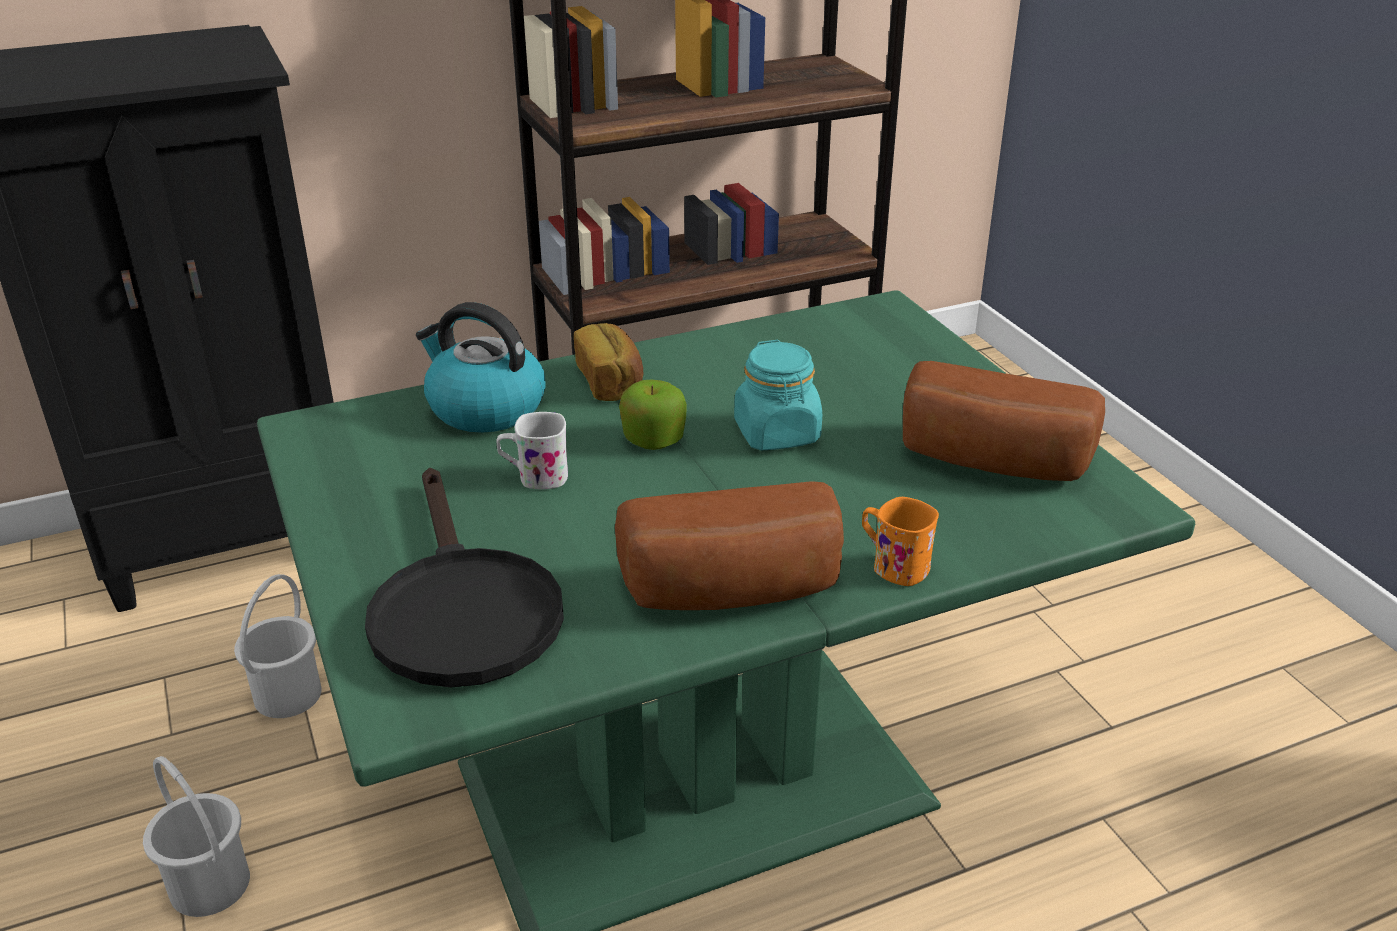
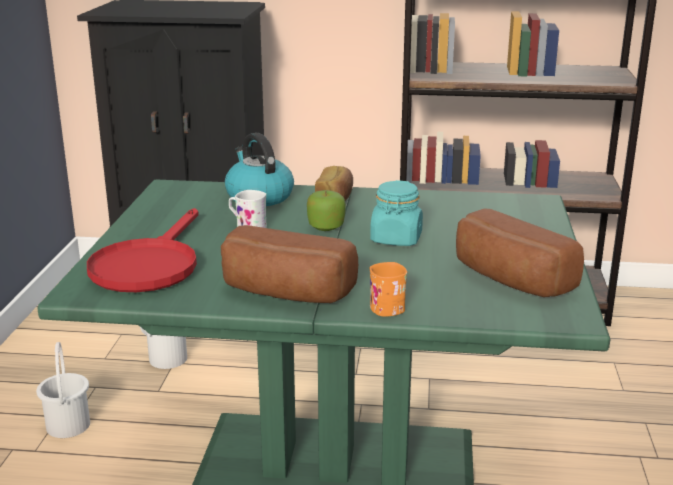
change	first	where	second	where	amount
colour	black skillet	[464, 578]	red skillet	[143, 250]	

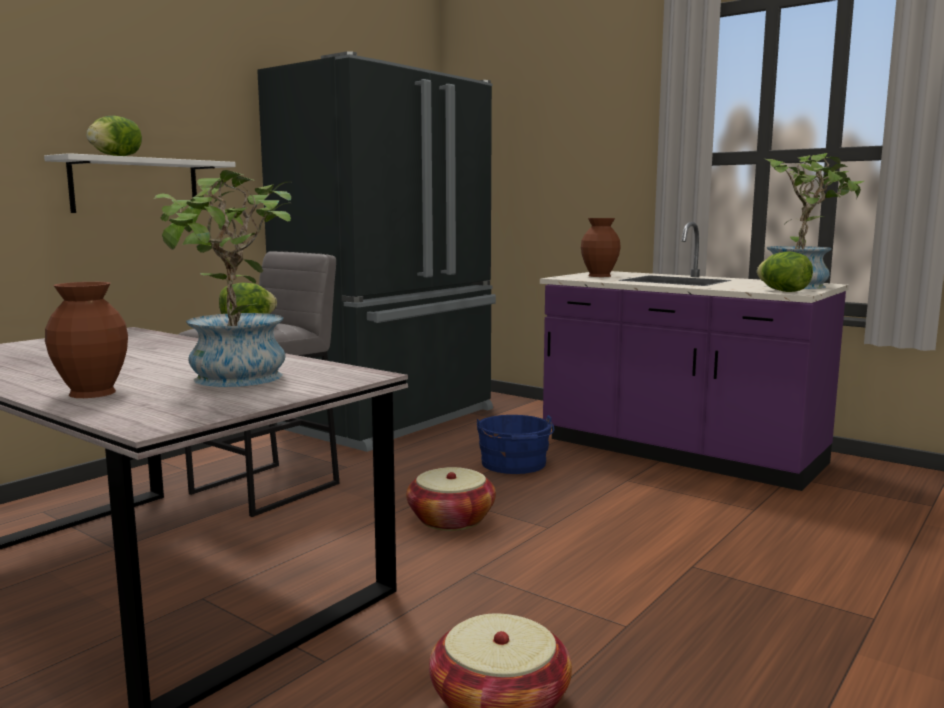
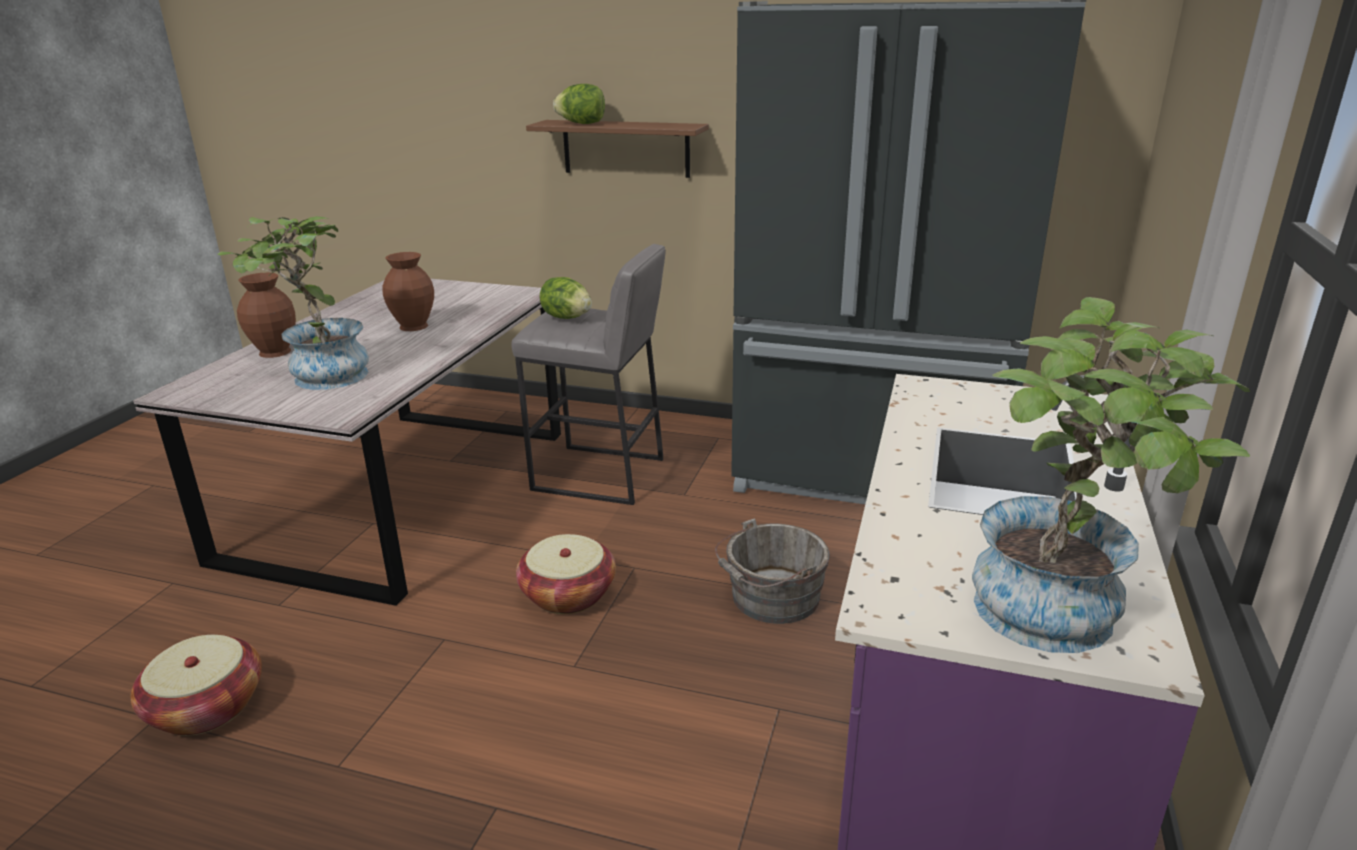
change	first	where	second	where	amount
colour	whitish bracket shelf	[140, 183]	brownish bracket shelf	[617, 149]	
colour	bluish pail	[515, 444]	gray pail	[772, 571]	
relocated	brownish flower vase	[601, 247]		[408, 291]	
missing	lettuce	[785, 272]			

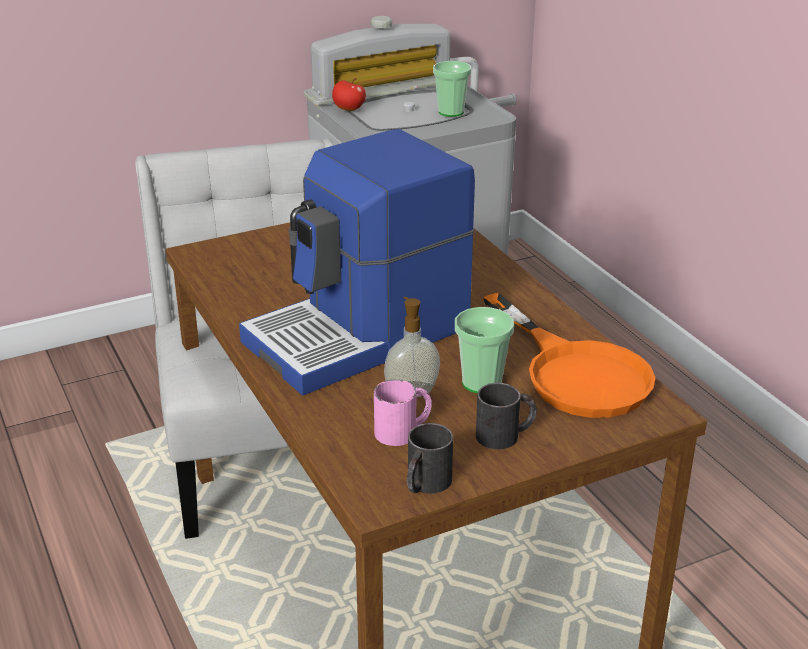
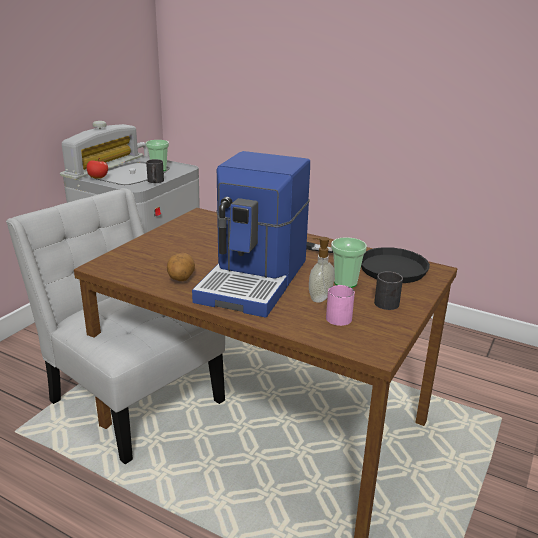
change	first	where	second	where	amount
relocated	black coffee mug	[430, 458]		[155, 171]	
colour	orange-coloured skillet	[569, 355]	black skillet	[368, 262]	
appeared			whole potato	[181, 267]	

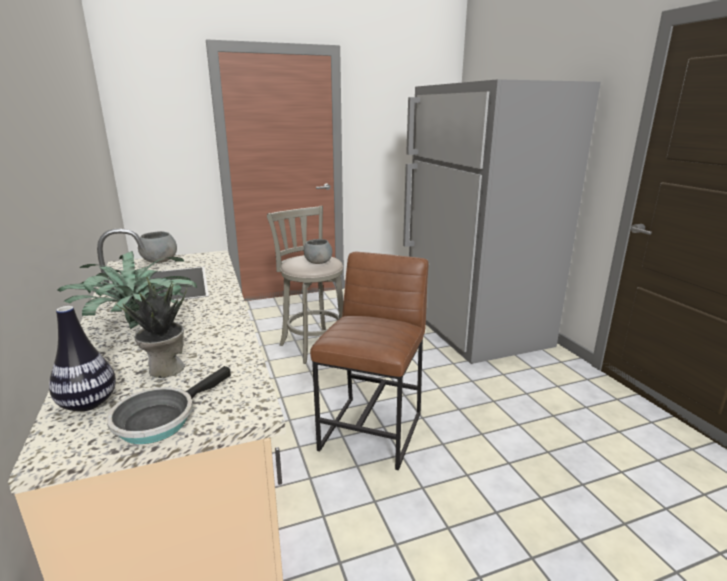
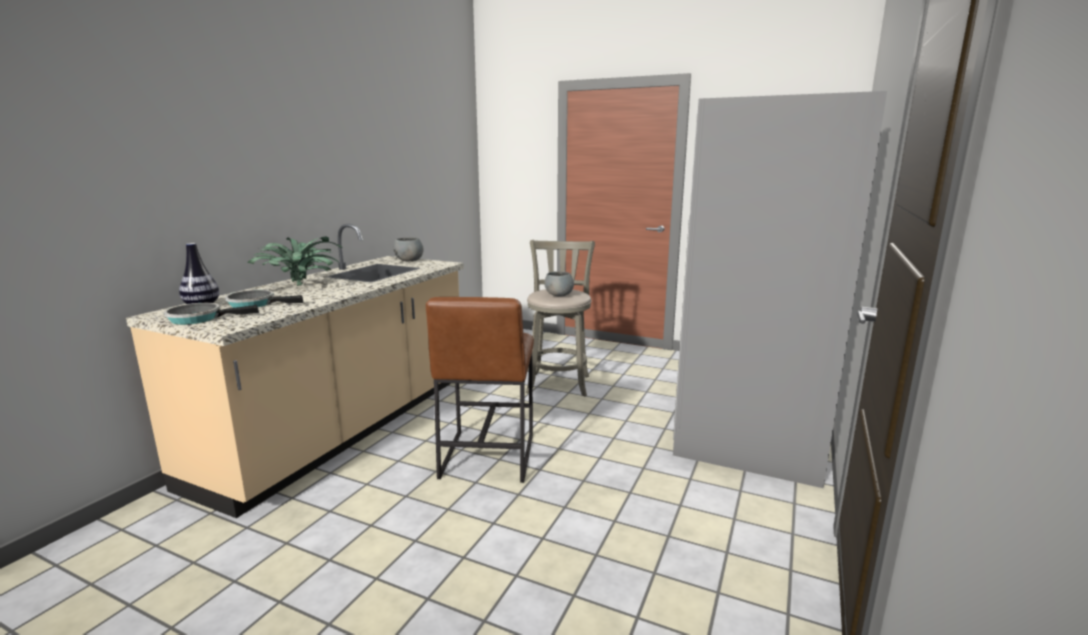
change	first	where	second	where	amount
exchanged	potted plant	[151, 327]	skillet	[264, 299]	
spun	brownish plain chair	[369, 361]		[480, 390]	120 degrees clockwise

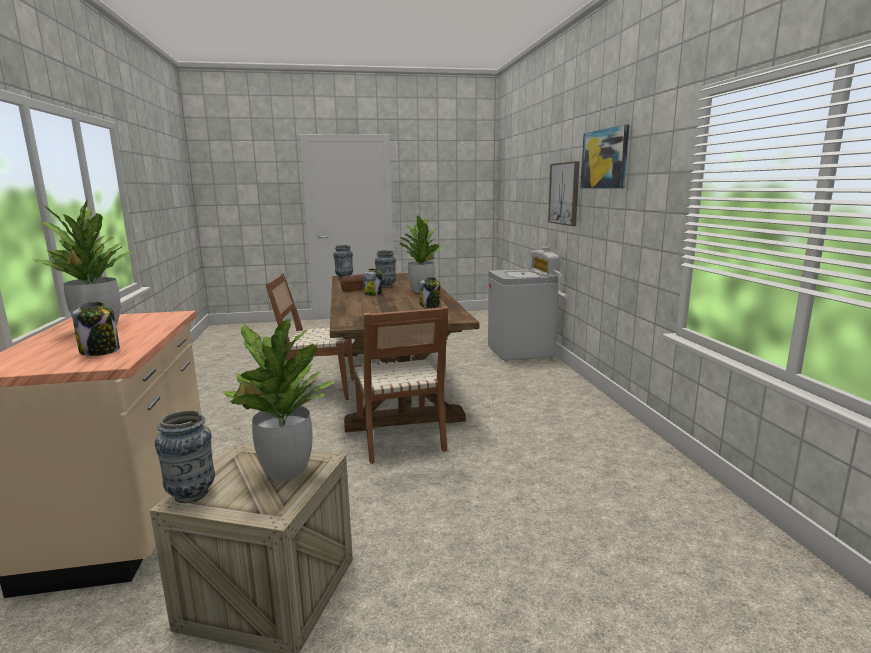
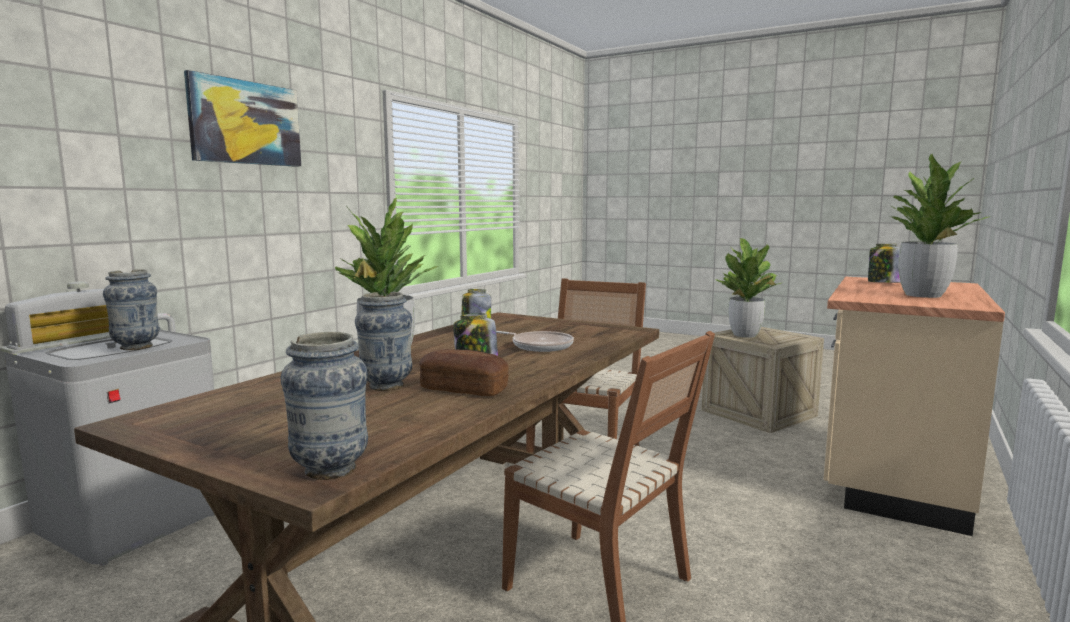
change	first	where	second	where	amount
relocated	flower vase	[185, 456]		[131, 309]	
missing	wall picture	[564, 193]			
appeared			skillet	[535, 341]	

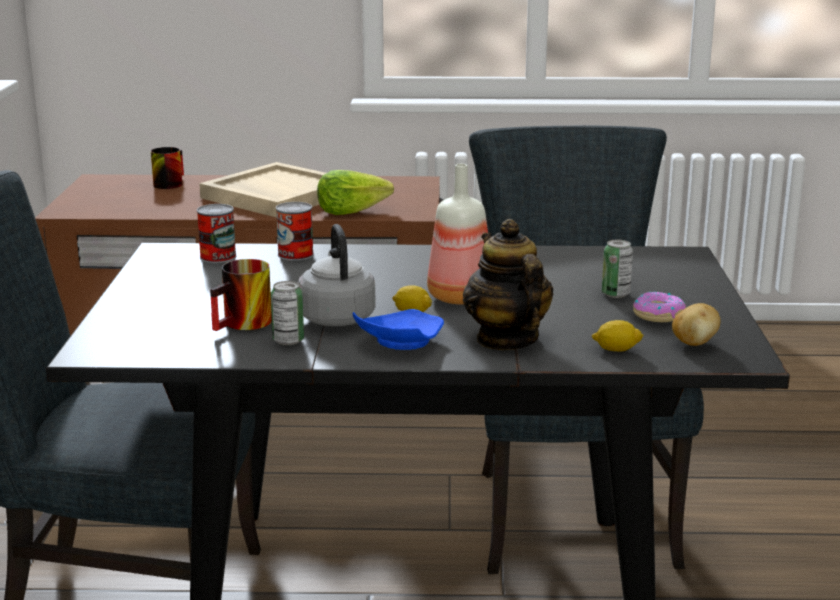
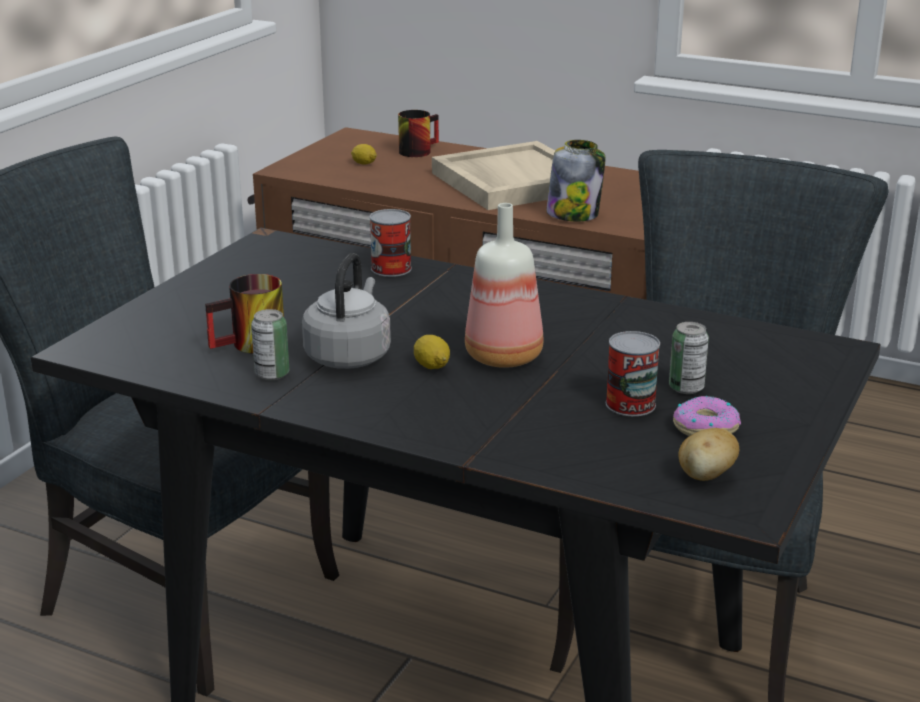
change	first	where	second	where	amount
relocated	metal can	[216, 233]		[633, 373]	
exchanged	lettuce	[355, 192]	storage jar	[576, 181]	
missing	bluish dinner plate	[398, 329]			
missing	tea pot	[508, 284]			
relocated	whole lemon	[618, 335]		[364, 154]	

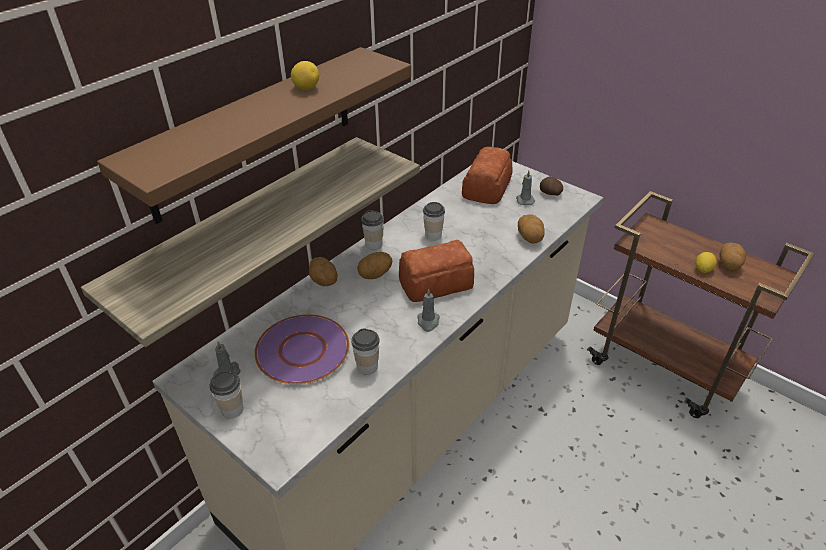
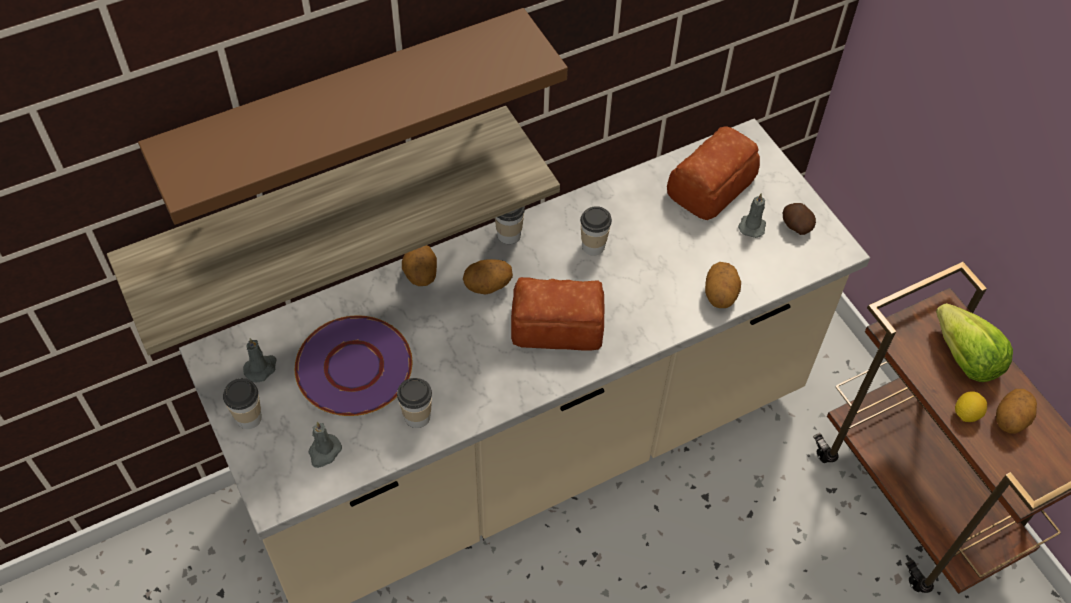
change	first	where	second	where	amount
missing	whole lemon	[305, 75]			
relocated	gray wax light	[428, 310]		[325, 445]	
appeared			lettuce	[974, 342]	

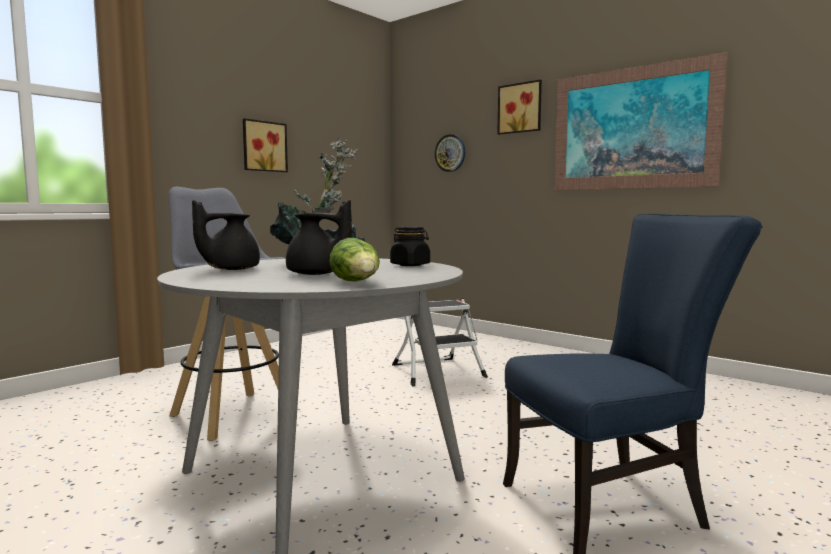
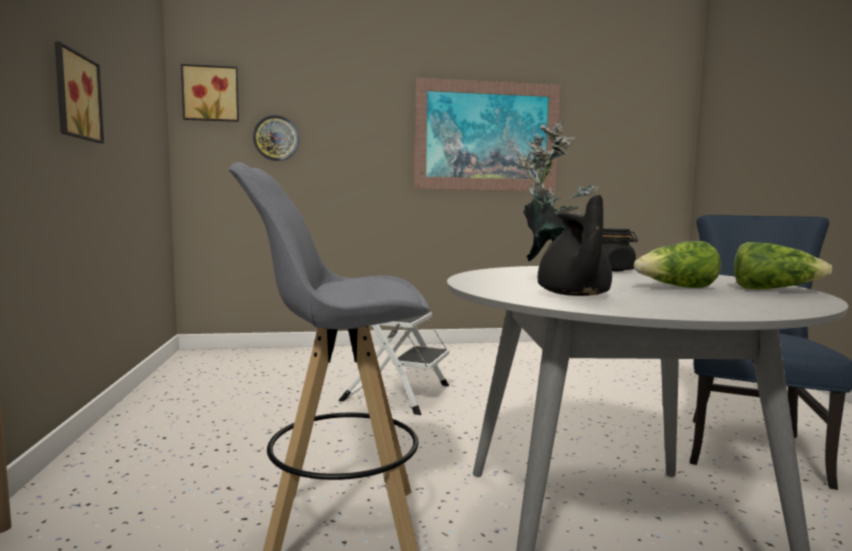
change	first	where	second	where	amount
exchanged	black tea pot	[319, 237]	lettuce	[677, 264]	
relocated	wall picture	[519, 107]		[210, 93]	

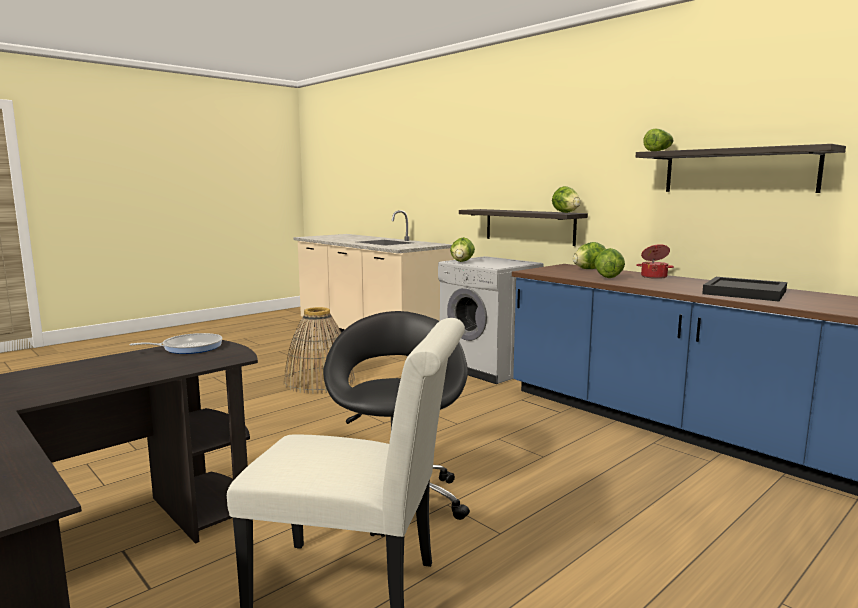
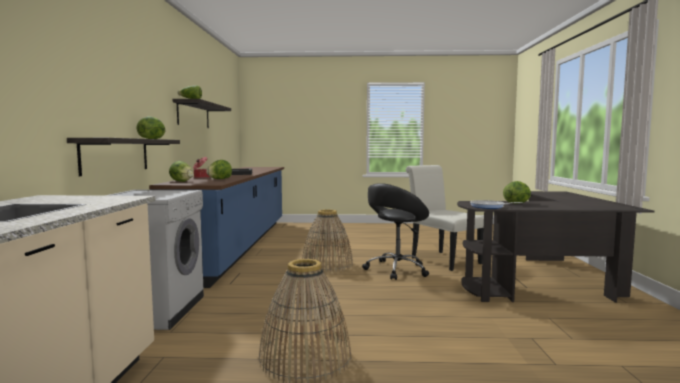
change	first	where	second	where	amount
relocated	lettuce	[462, 249]		[517, 192]	
appeared			household basket	[327, 240]	

